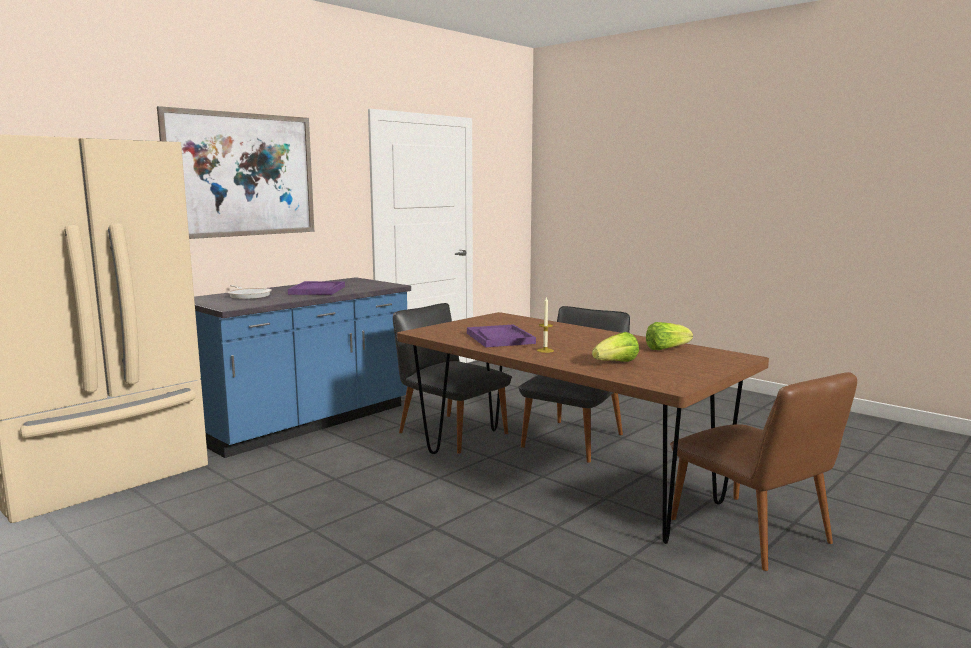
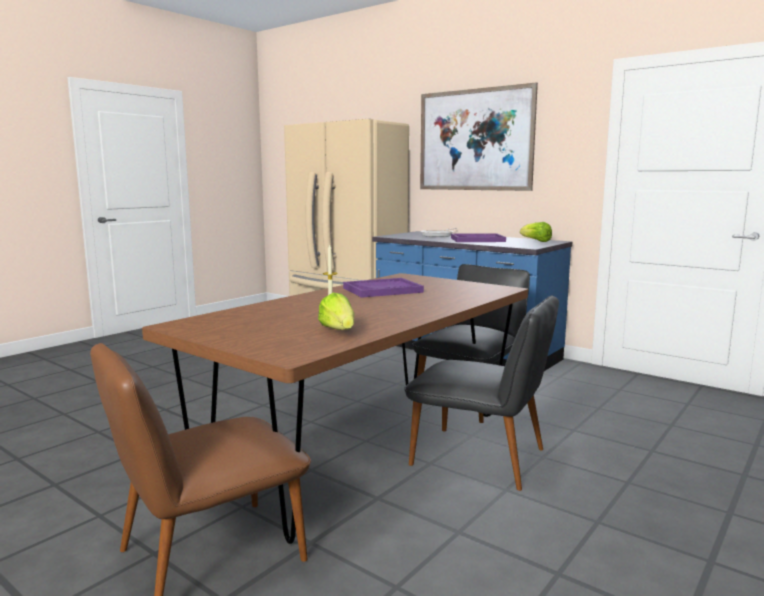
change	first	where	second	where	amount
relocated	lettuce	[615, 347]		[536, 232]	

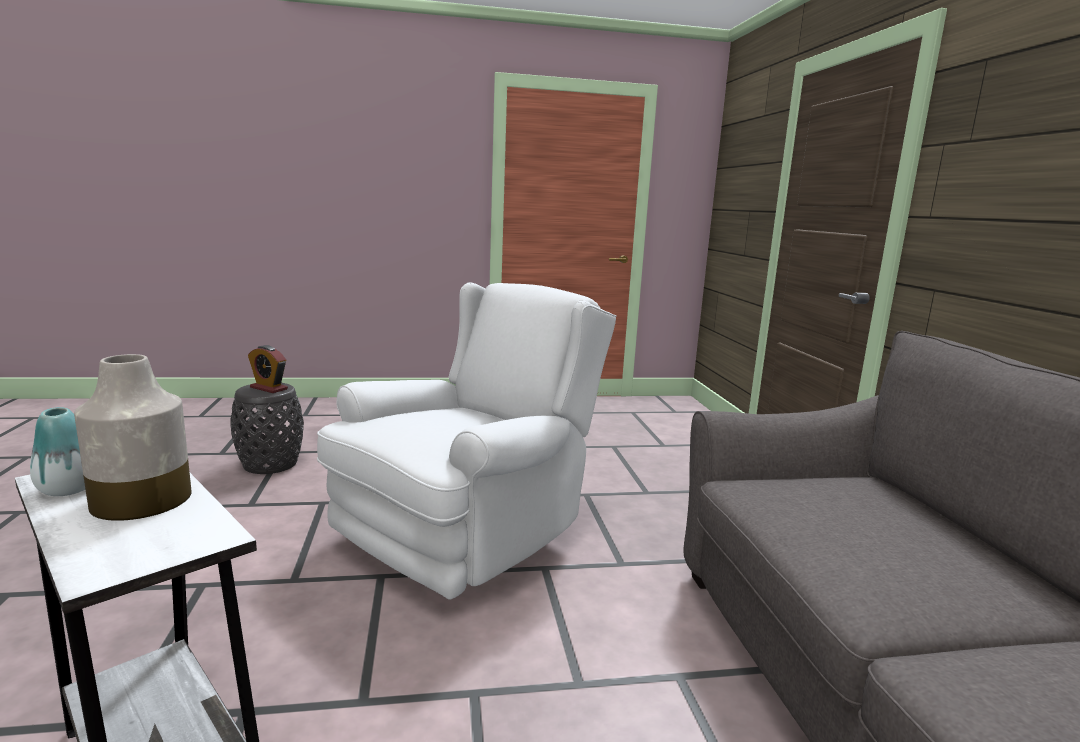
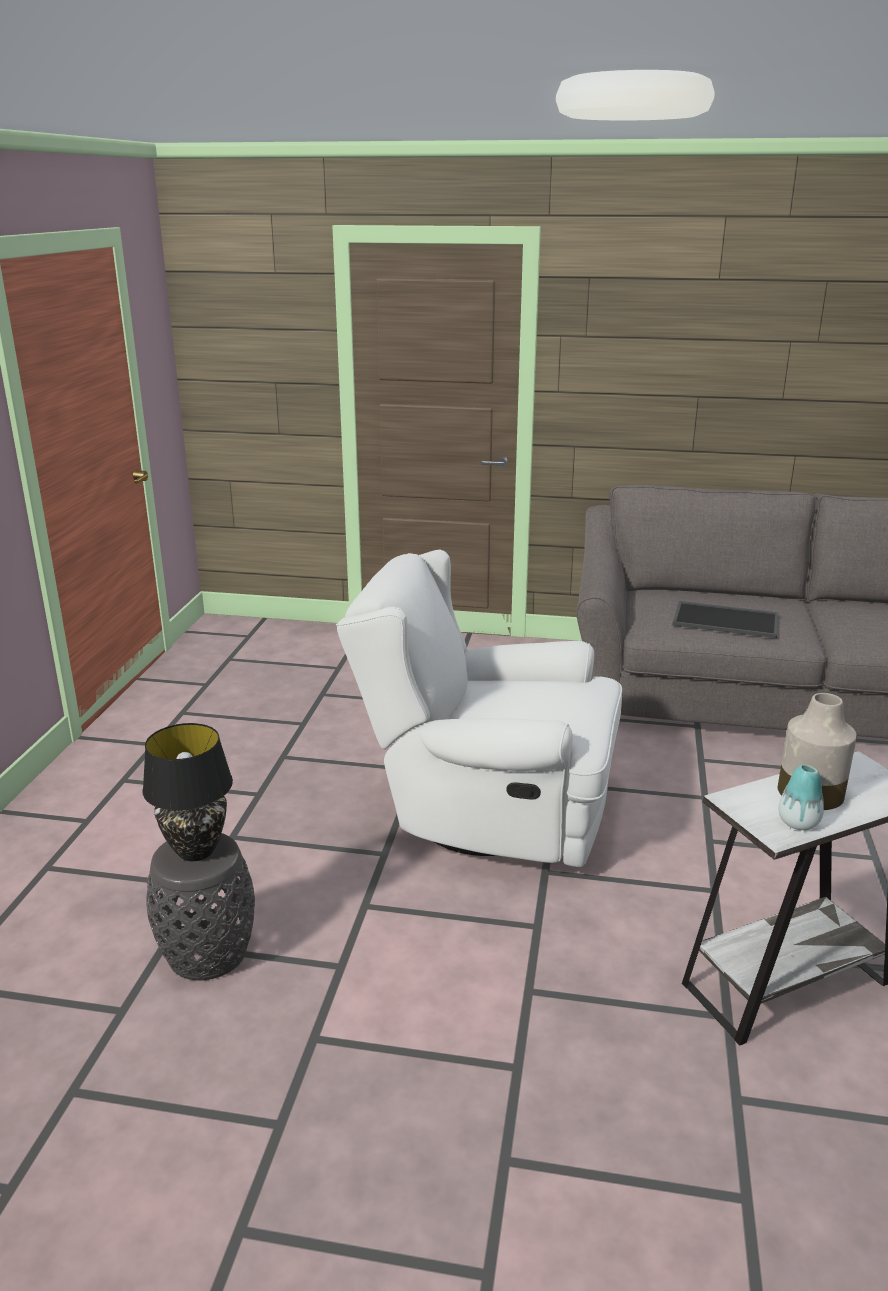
change	first	where	second	where	amount
exchanged	table clock	[268, 369]	black lamp for a table	[188, 792]	
spun	whitish lounge chair	[466, 441]		[479, 708]	45 degrees counterclockwise
appeared			tray	[725, 619]	

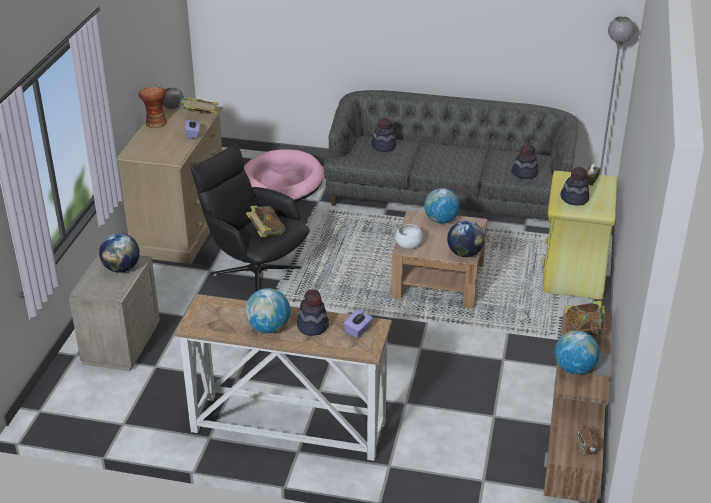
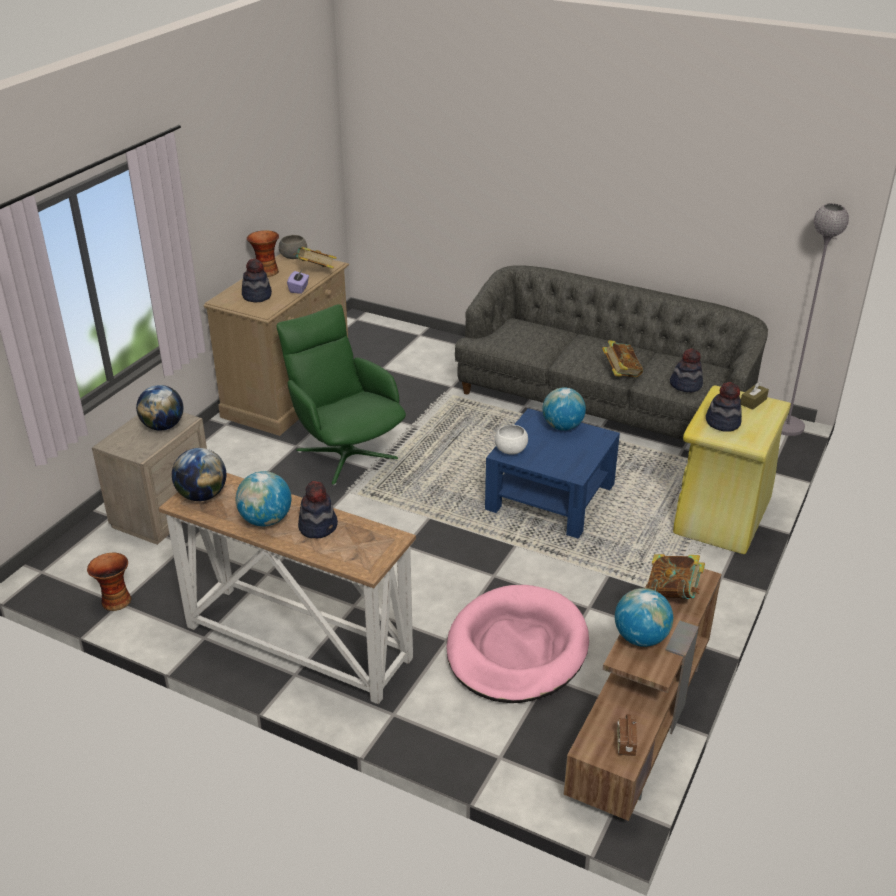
change	first	where	second	where	amount
colour	black lounge chair	[250, 218]	green-coloured lounge chair	[341, 394]	
relocated	pink dog cushion	[284, 176]		[518, 644]	
relocated	volume	[265, 221]		[622, 358]	
missing	purple-coloured box of tissues	[358, 323]			
relocated	hat	[383, 134]		[257, 281]	
colour	brownish coffee table	[439, 259]	bluish coffee table	[552, 473]	
relocated	world globe	[465, 238]		[199, 474]	
appeared			flower vase	[109, 581]	

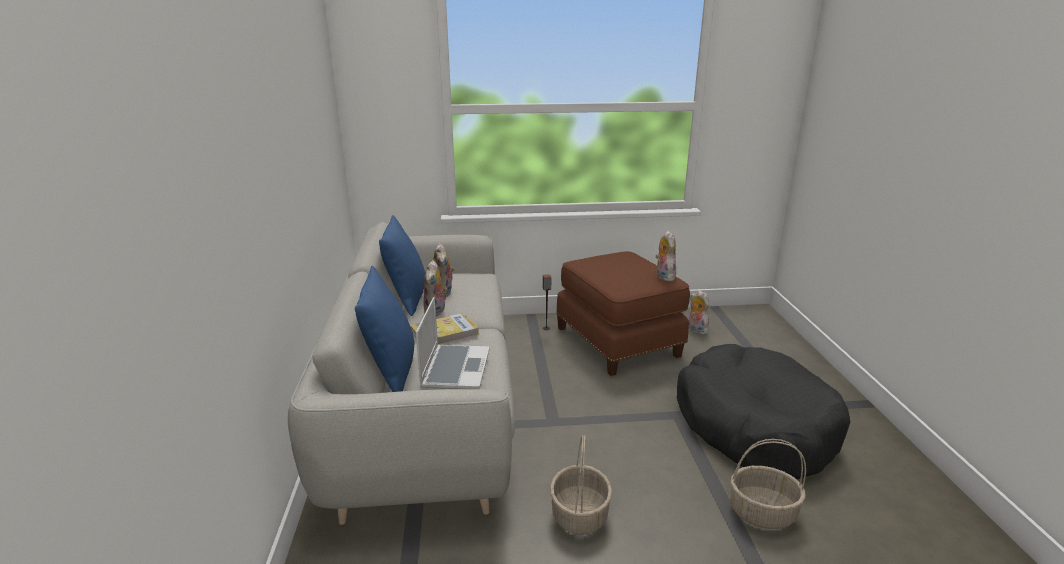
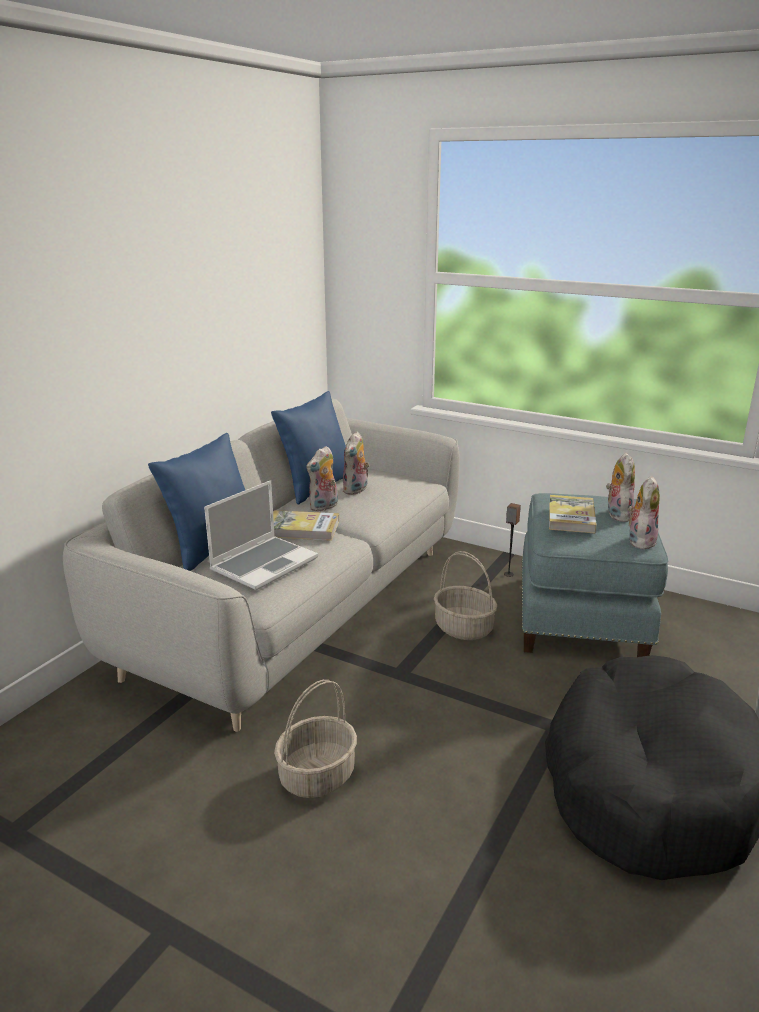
change	first	where	second	where	amount
colour	brownish ottoman	[623, 313]	bluish ottoman	[595, 575]	
relocated	soft toy	[699, 312]		[620, 487]	
relocated	household basket	[768, 484]		[465, 595]	
appeared			volume	[573, 514]	

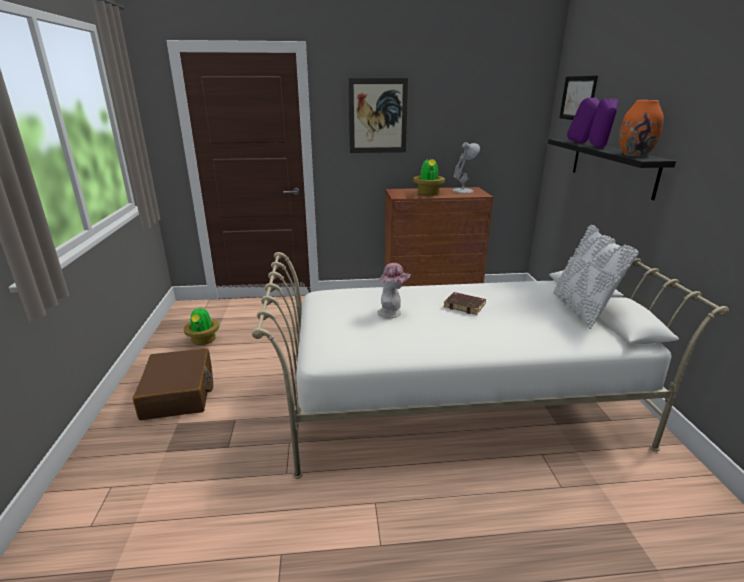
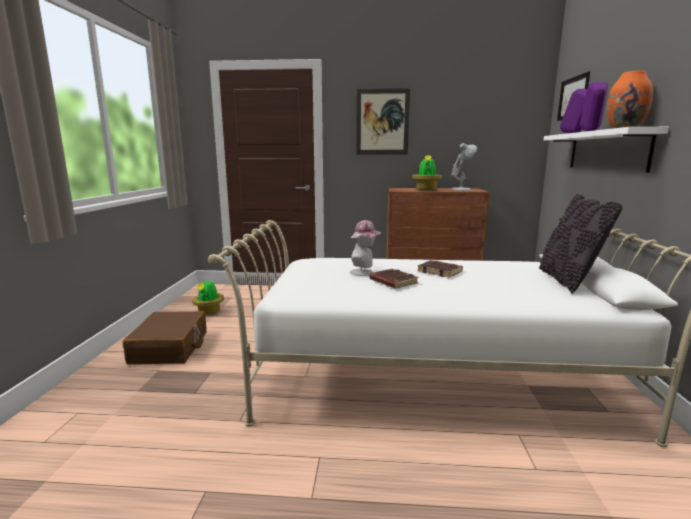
change	first	where	second	where	amount
colour	black bracket shelf	[612, 169]	whitish bracket shelf	[606, 150]	
colour	whitish throw pillow	[596, 277]	black throw pillow	[581, 244]	
appeared			brownish volume	[393, 278]	

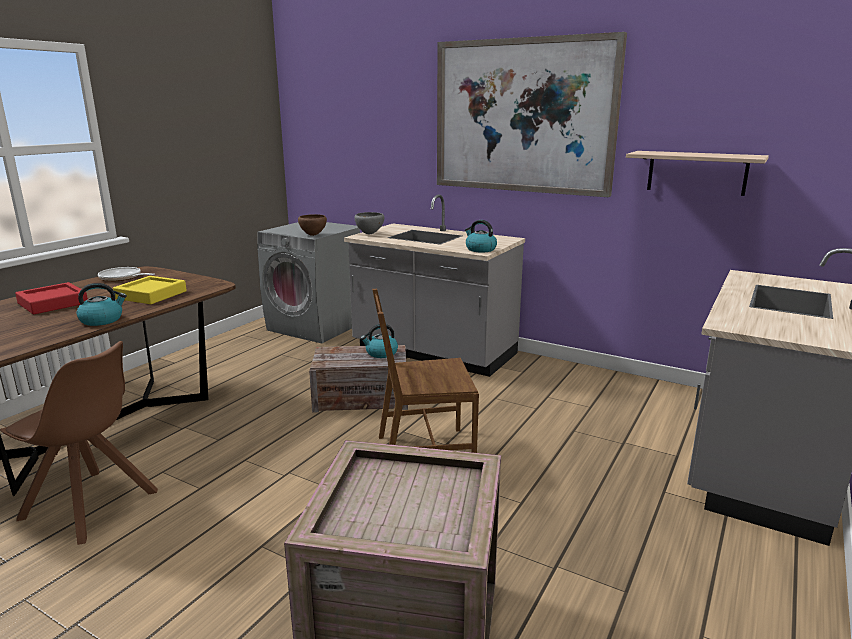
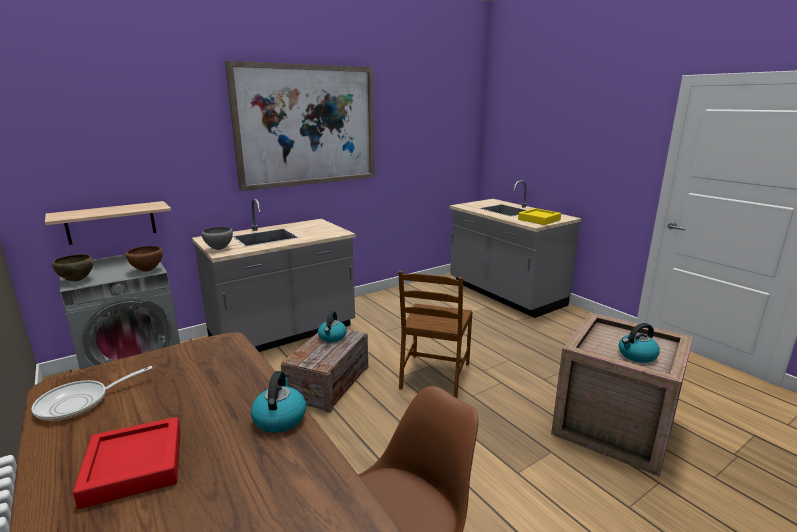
change	first	where	second	where	amount
relocated	yellow-coloured tray	[150, 290]		[539, 216]	
relocated	water kettle	[481, 236]		[639, 343]	
relocated	bracket shelf	[697, 173]		[108, 223]	
appeared			brownish bowl	[73, 268]	

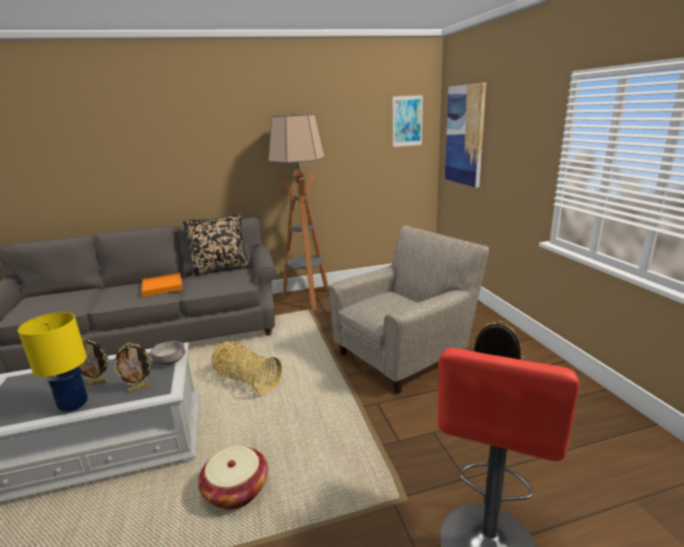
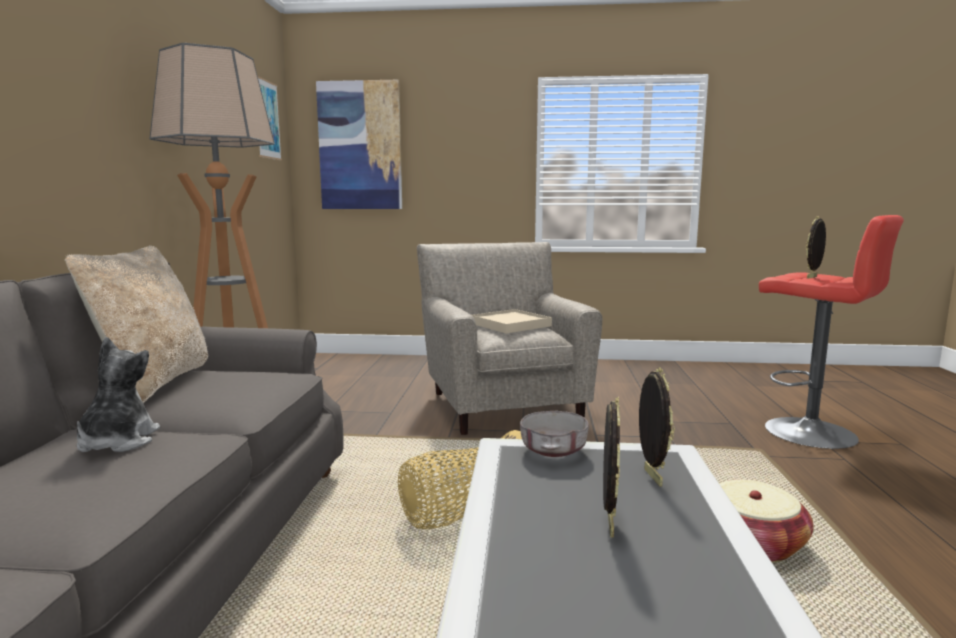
change	first	where	second	where	amount
missing	yellow-coloured lamp for a table	[53, 362]			
exchanged	orange-coloured tray	[162, 285]	soft toy	[118, 394]	
colour	black throw pillow	[215, 245]	beige-coloured throw pillow	[136, 324]	
appeared			beige-coloured tray	[512, 321]	

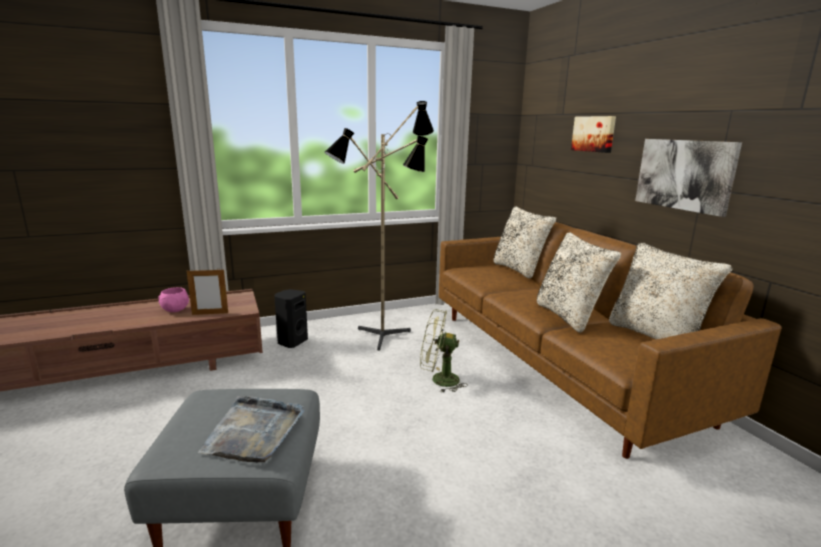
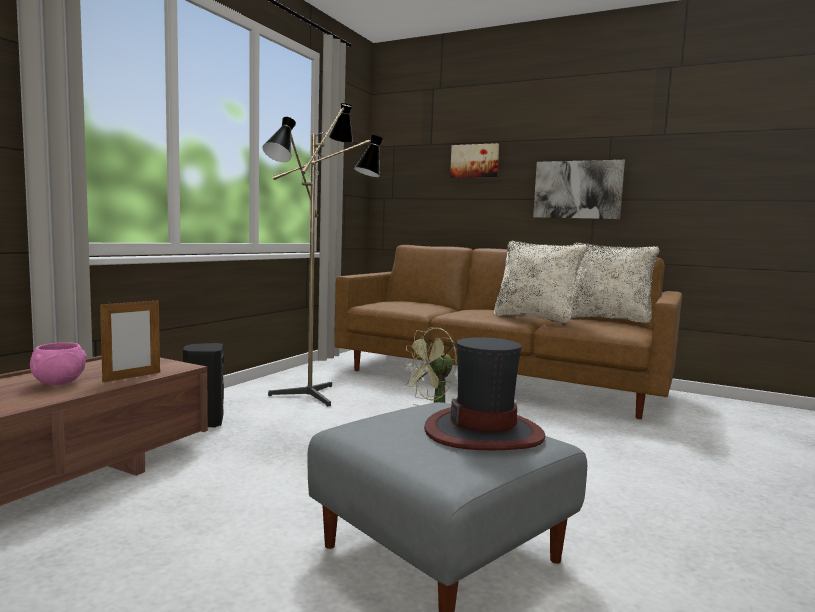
change	first	where	second	where	amount
exchanged	gray tray	[251, 429]	hat	[484, 393]	
missing	beige-coloured throw pillow	[525, 242]			

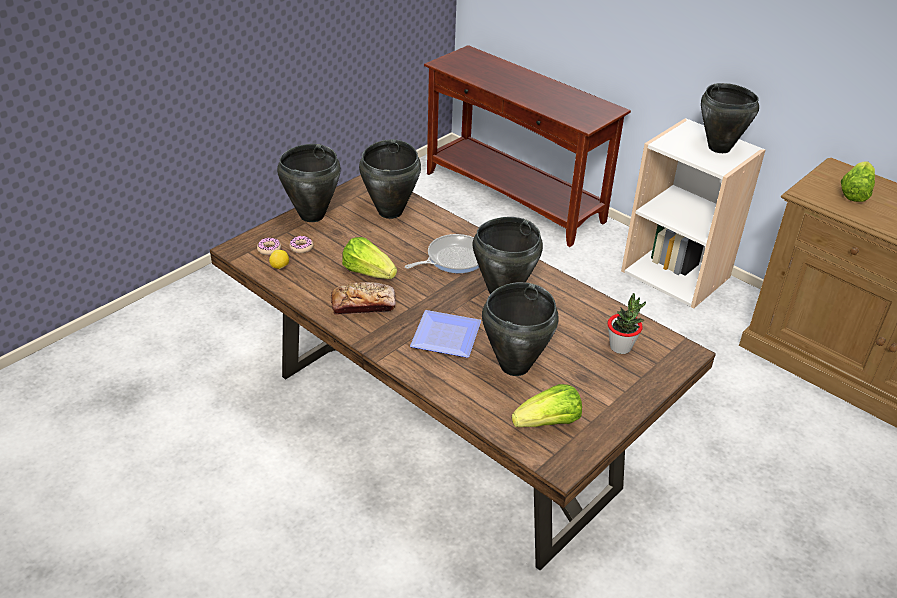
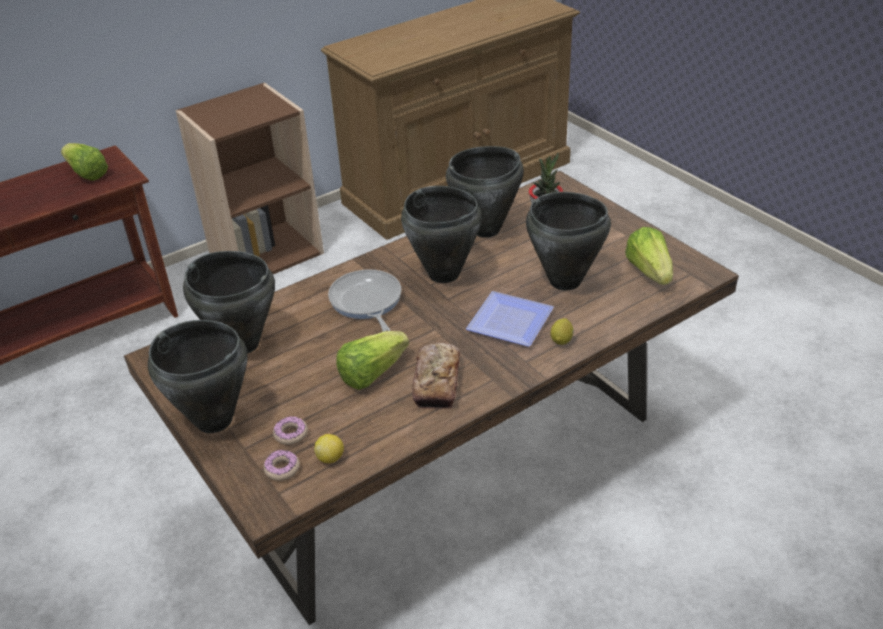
change	first	where	second	where	amount
colour	whitish bookcase	[693, 213]	brownish bookcase	[249, 178]	
relocated	black saucepot	[730, 118]		[485, 191]	
relocated	lettuce	[858, 182]		[84, 162]	
appeared			whole lemon	[562, 331]	

